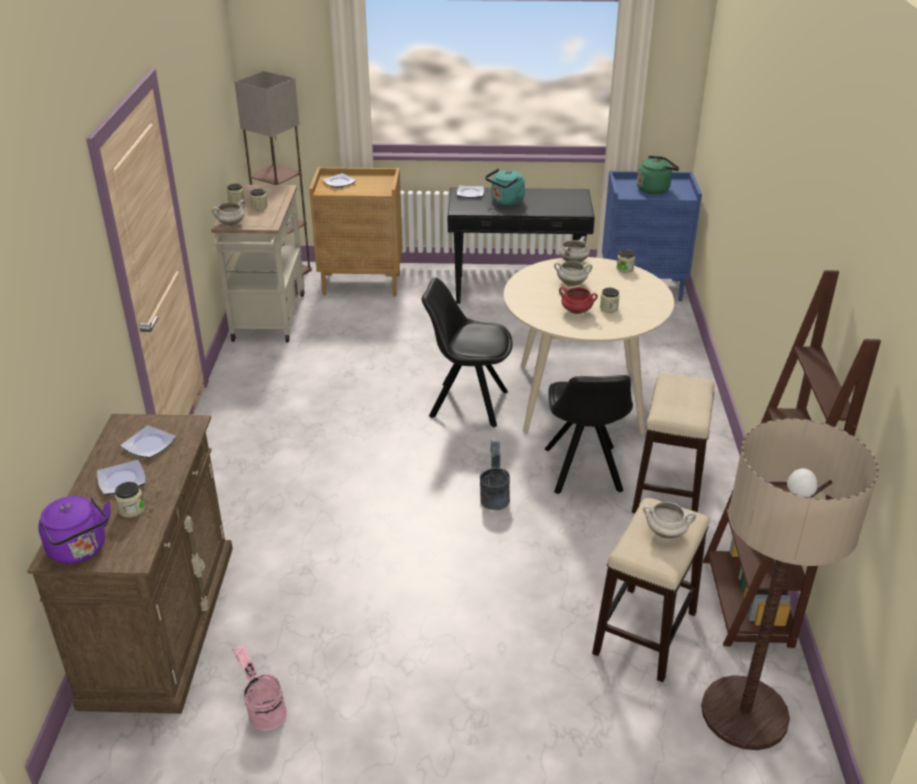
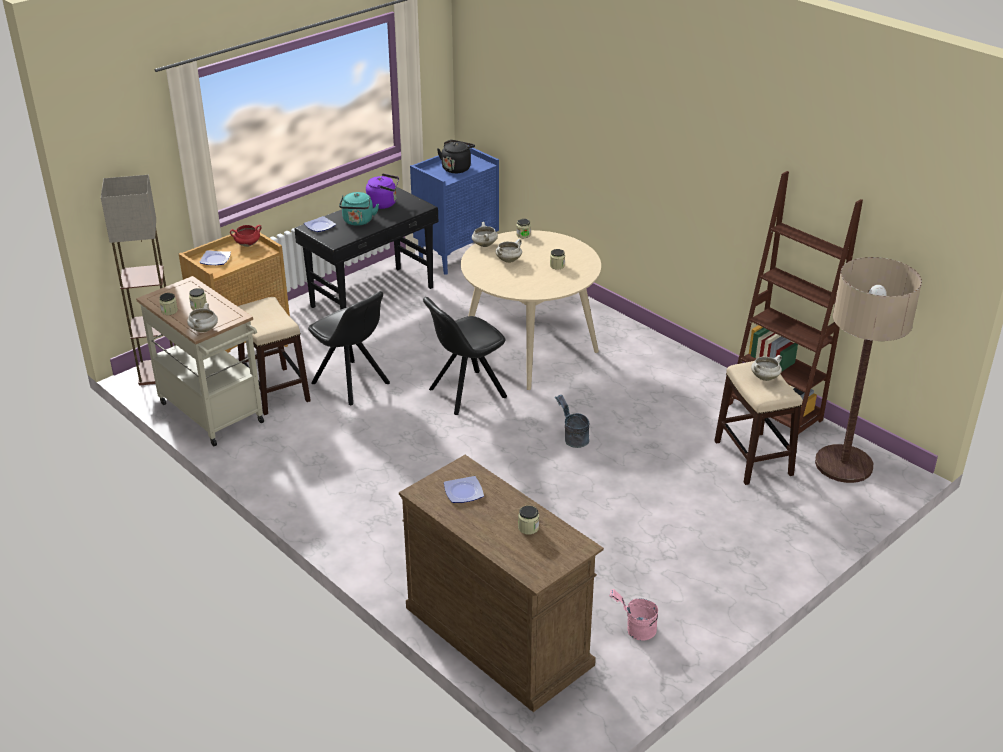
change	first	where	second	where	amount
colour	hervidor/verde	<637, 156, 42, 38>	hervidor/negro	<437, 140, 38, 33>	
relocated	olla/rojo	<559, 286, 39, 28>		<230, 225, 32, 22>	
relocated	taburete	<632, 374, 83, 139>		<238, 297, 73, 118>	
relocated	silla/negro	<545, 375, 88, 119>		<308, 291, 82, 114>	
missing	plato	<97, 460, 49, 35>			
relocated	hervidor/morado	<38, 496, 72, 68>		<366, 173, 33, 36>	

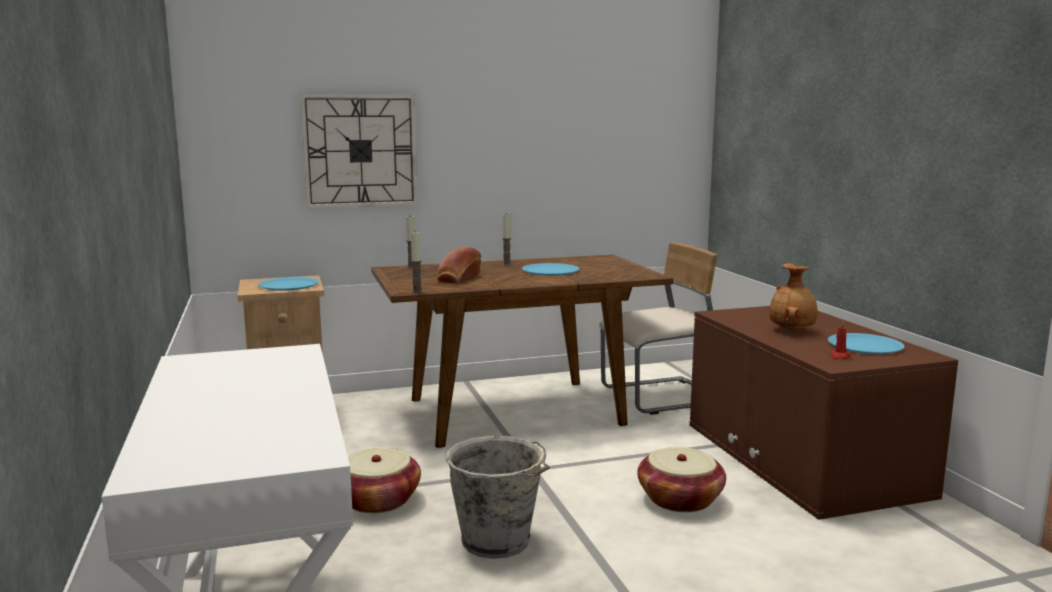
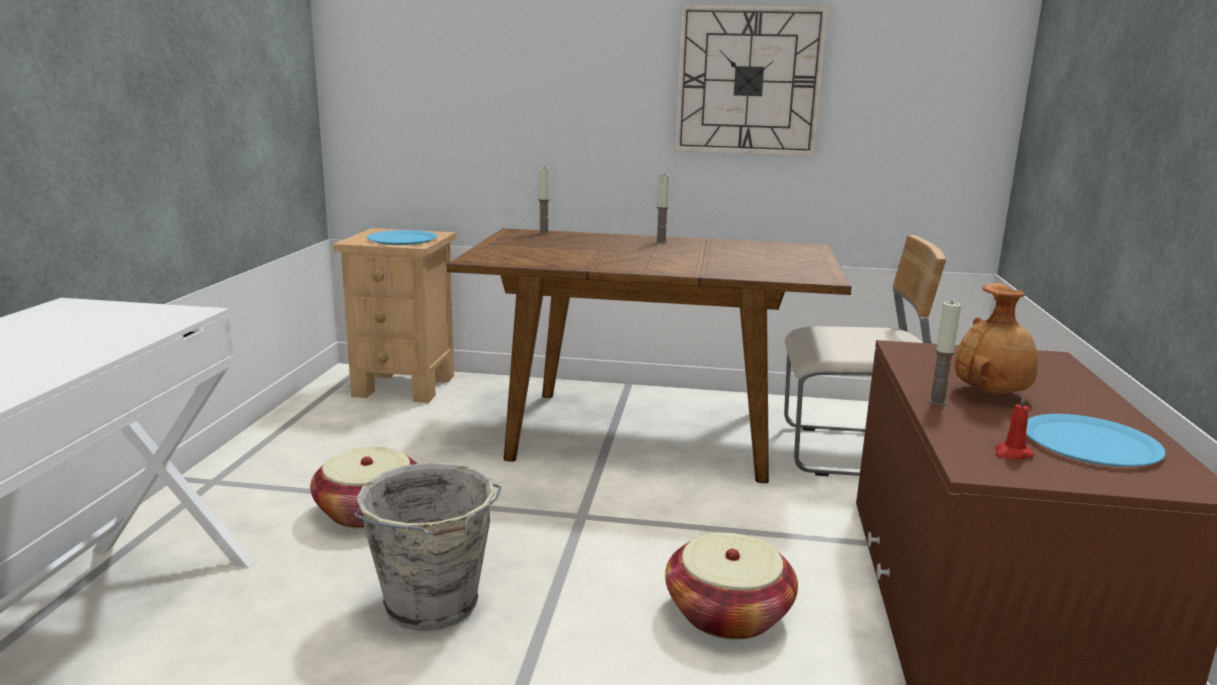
change	first	where	second	where	amount
relocated	reloj de pared	<300, 94, 118, 115>		<674, 4, 155, 152>	
relocated	vela	<411, 231, 11, 62>		<928, 301, 33, 105>	
missing	pan	<437, 246, 44, 38>			
missing	plato/azul	<522, 263, 57, 13>			

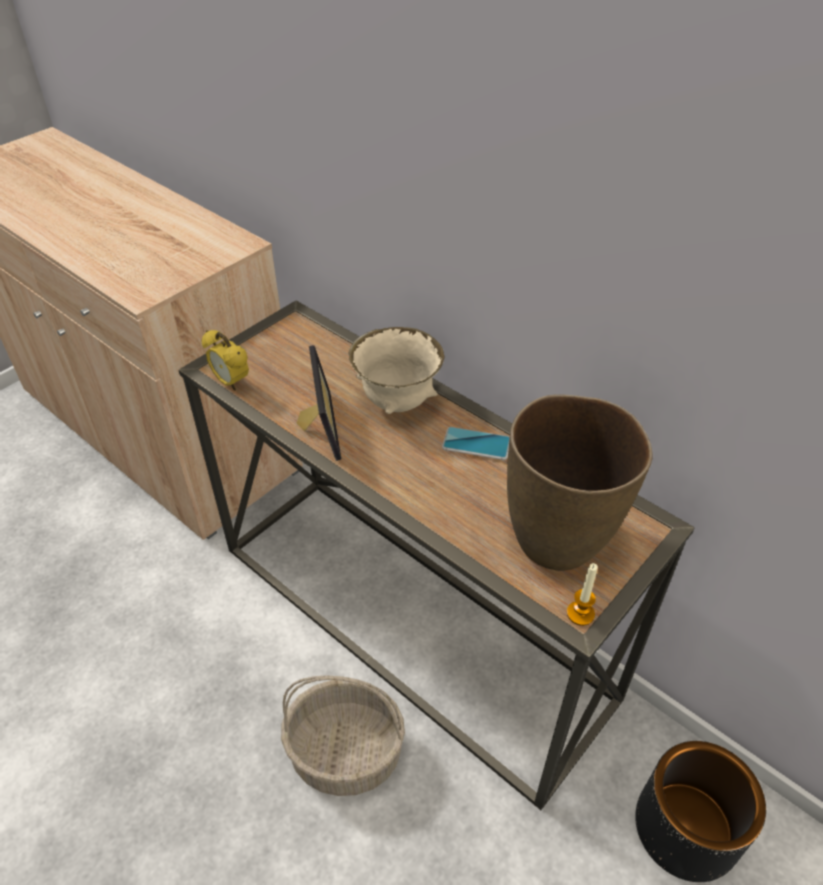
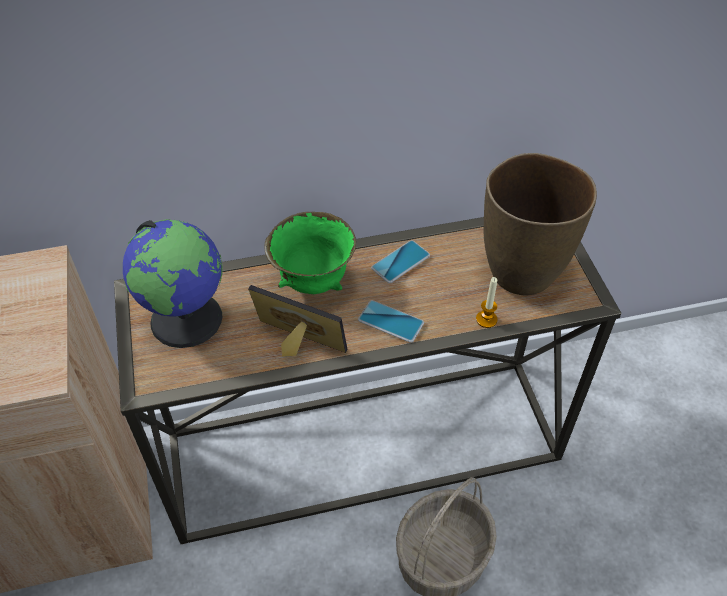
change	first	where	second	where	amount
colour	cuenco/beis	<349, 327, 96, 87>	cuenco/verde	<264, 212, 92, 82>	
missing	despertador	<202, 330, 47, 61>			
relocated	vela	<567, 563, 31, 63>		<476, 277, 21, 51>	
missing	maceta/negro	<635, 741, 131, 141>			
appeared			globo terráqueo	<123, 219, 100, 129>	
appeared			móvil	<358, 300, 66, 43>	

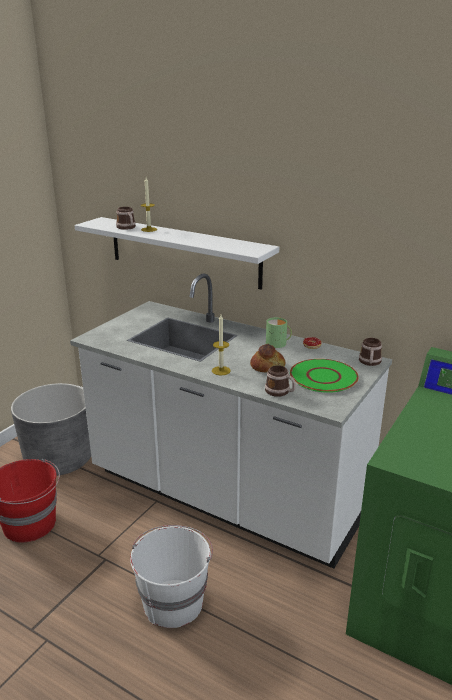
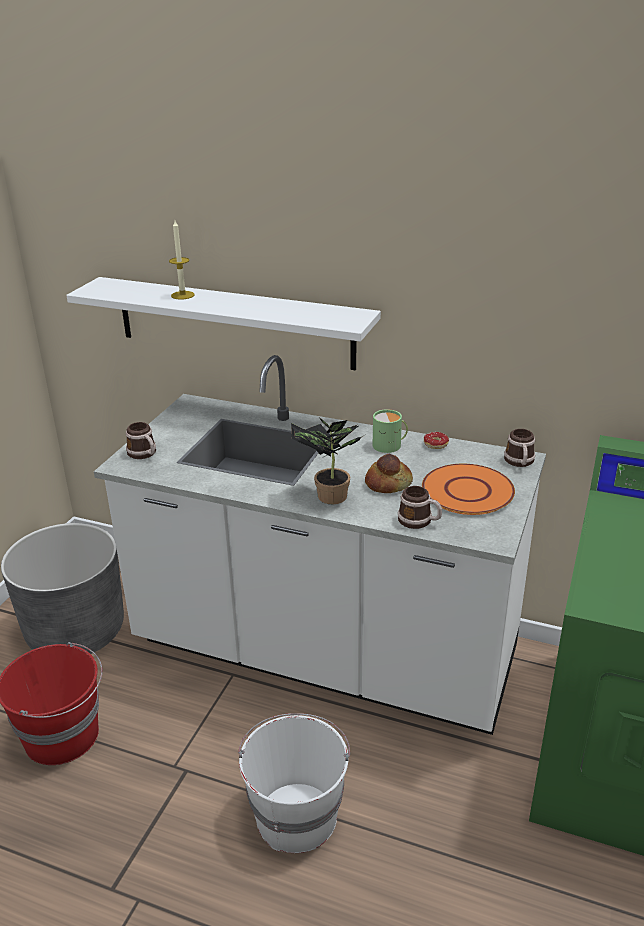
change	first	where	second	where	amount
relocated	taza grande	<116, 207, 20, 23>		<126, 422, 30, 37>	
exchanged	vela	<212, 315, 19, 60>	planta en maceta	<291, 417, 74, 87>	
colour	plato/verde	<290, 359, 69, 34>	plato/naranja	<422, 464, 93, 51>	

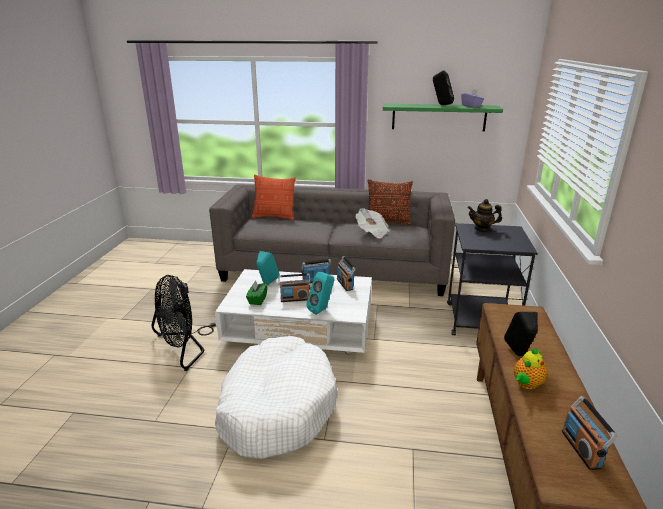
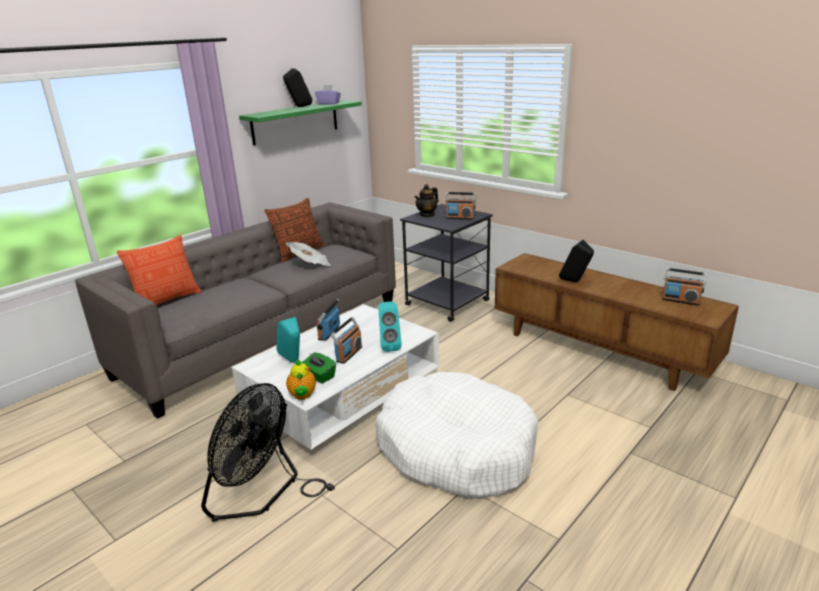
change	first	where	second	where	amount
relocated	radio	<337, 256, 19, 35>		<445, 192, 31, 28>	
spun	ventilador/negro	<151, 275, 66, 96>		<201, 383, 134, 139>	120 degrees clockwise
relocated	tetera	<514, 348, 33, 41>		<286, 360, 30, 40>	

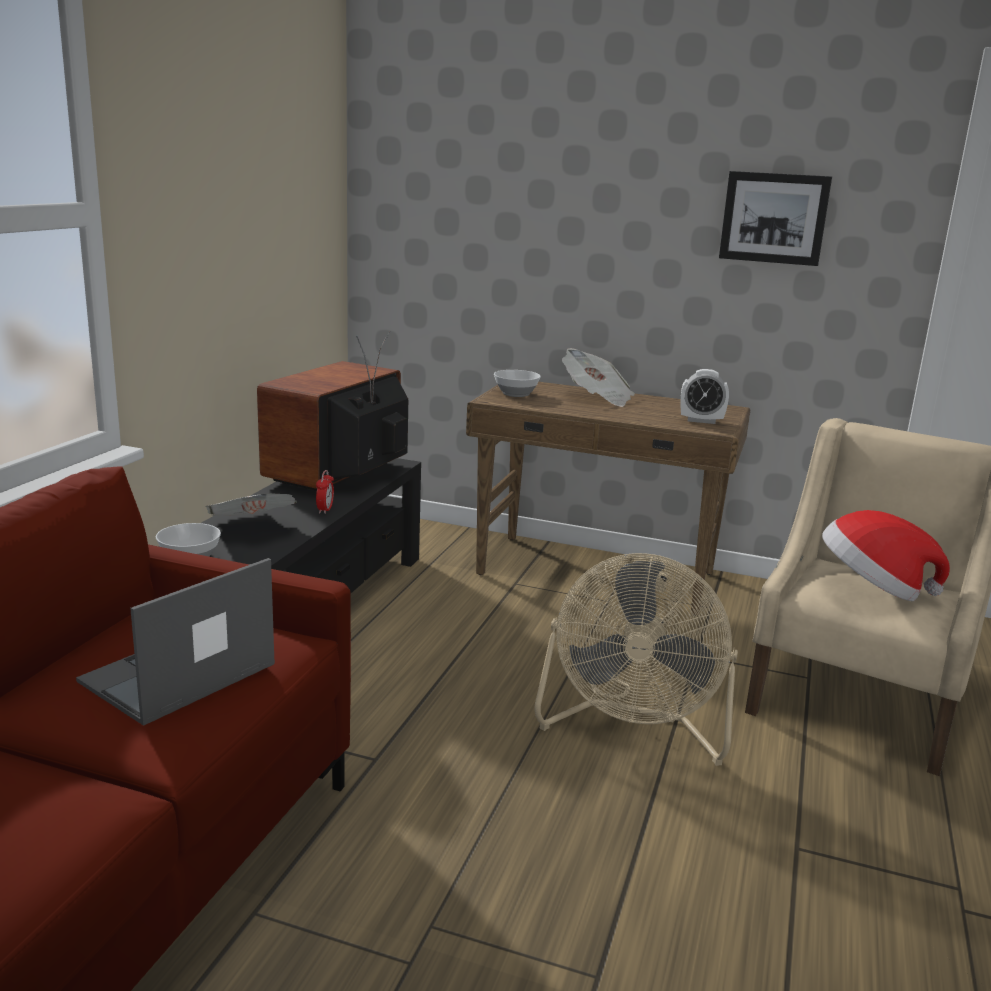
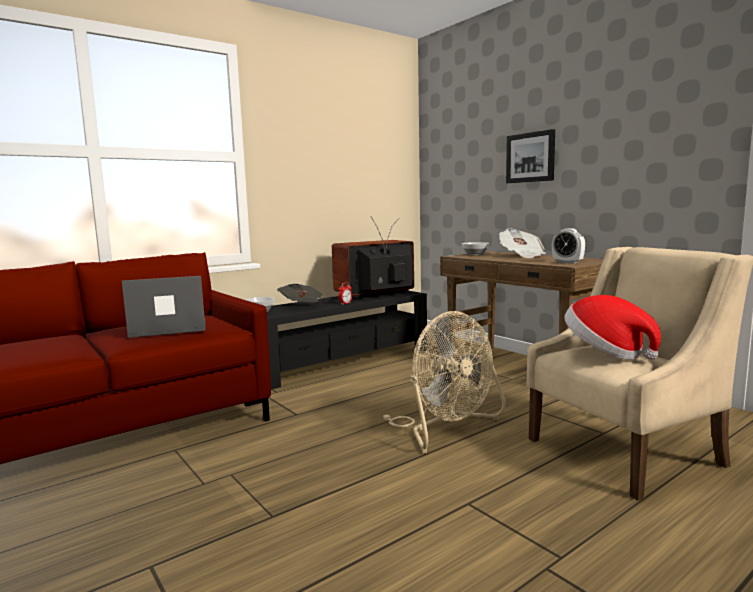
change	first	where	second	where	amount
relocated	cuadro	<719, 171, 113, 95>		<506, 129, 49, 54>	
spun	ventilador/beis	<535, 553, 203, 213>		<383, 311, 123, 142>	90 degrees counterclockwise

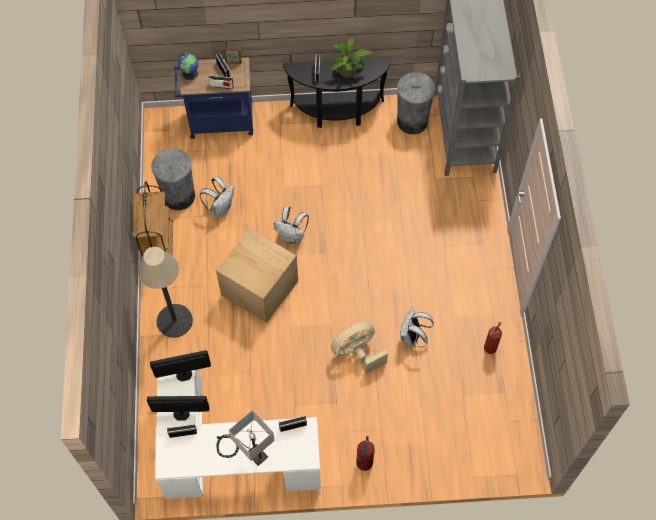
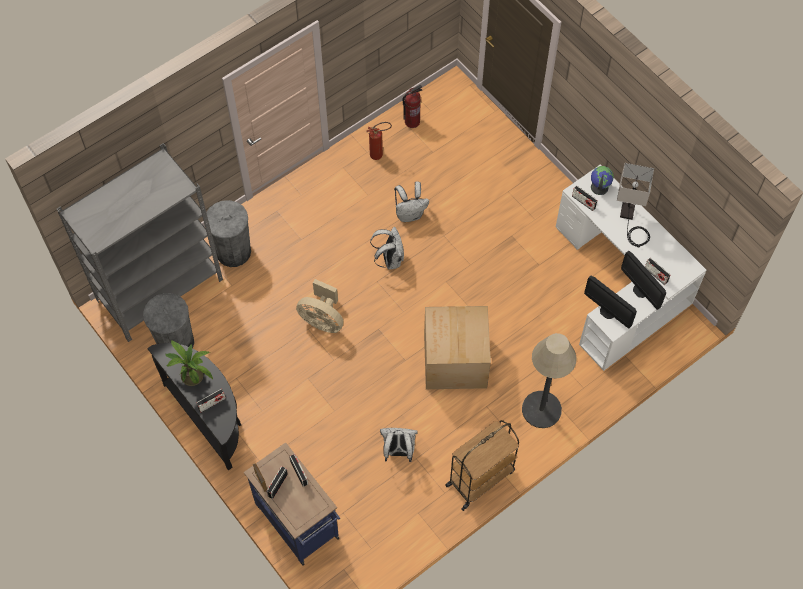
change	first	where	second	where	amount
relocated	globo terráqueo	<178, 53, 21, 27>		<591, 166, 23, 29>	
relocated	papelera/gris	<151, 148, 44, 62>		<206, 200, 45, 67>	
relocated	mochila/blanco	<274, 206, 35, 39>		<370, 227, 34, 42>	
relocated	ventilador/beis	<331, 322, 57, 52>		<296, 279, 48, 54>	
relocated	extintor	<356, 436, 19, 35>		<402, 85, 20, 43>	

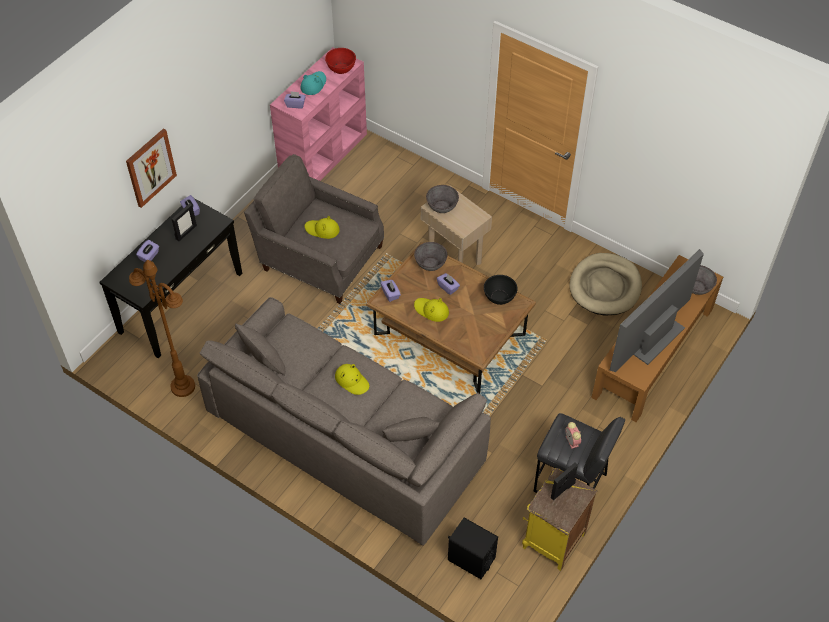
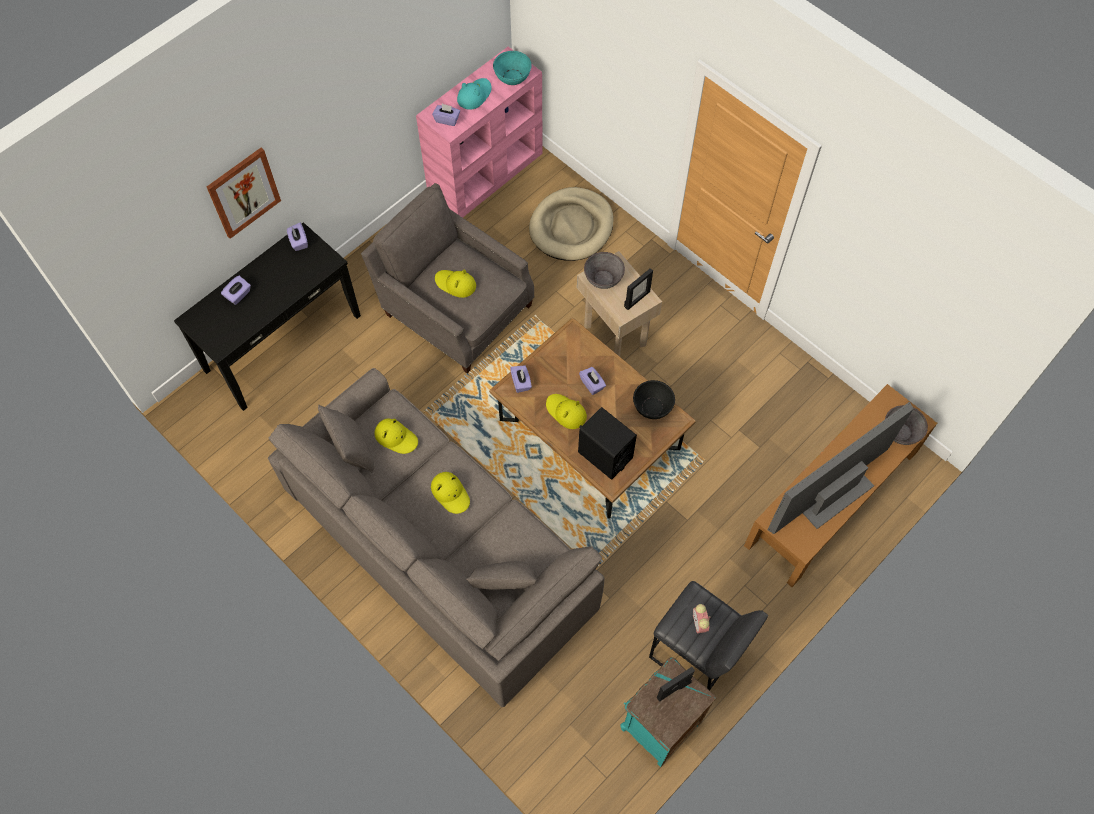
change	first	where	second	where	amount
colour	cuenco/rojo	<325, 48, 31, 26>	cuenco/turquesa	<493, 51, 39, 34>	
relocated	portarretratos	<172, 203, 25, 38>		<624, 268, 29, 42>	
missing	cuenco/gris	<414, 242, 33, 29>			
relocated	cama para perro/beis	<570, 253, 72, 62>		<529, 187, 84, 74>	
missing	lámpara de pie/marrón	<129, 260, 66, 137>			
colour	mesita de noche/amarillo	<522, 468, 75, 103>	mesita de noche/turquesa	<620, 657, 97, 110>	
relocated	altavoz/negro	<448, 518, 50, 61>		<578, 407, 59, 73>	
appeared			sombrero/amarillo	<374, 418, 44, 36>	

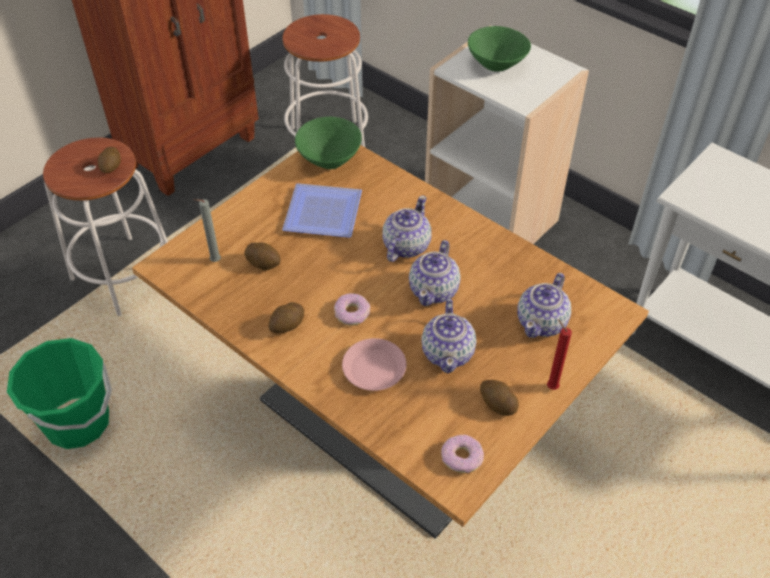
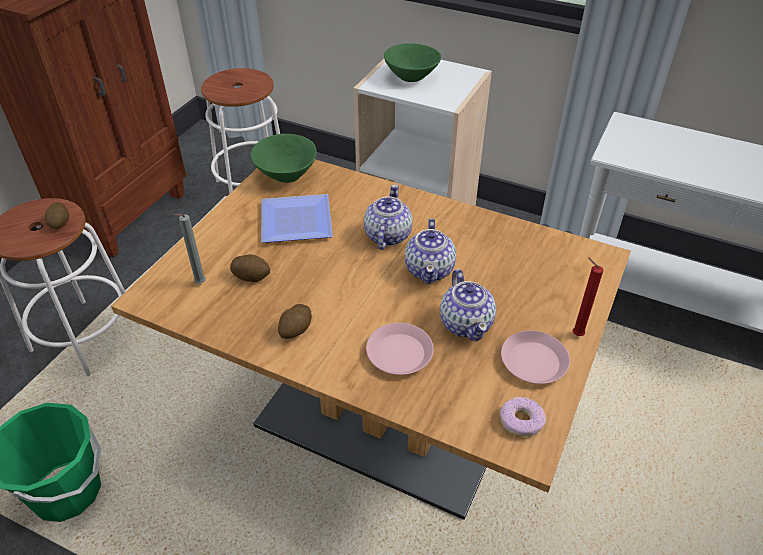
change	first	where	second	where	amount
missing	tetera	<517, 273, 54, 65>			
missing	rosquilla	<334, 293, 36, 33>			
exchanged	patata	<480, 380, 39, 36>	plato/rosa	<501, 331, 69, 53>	

